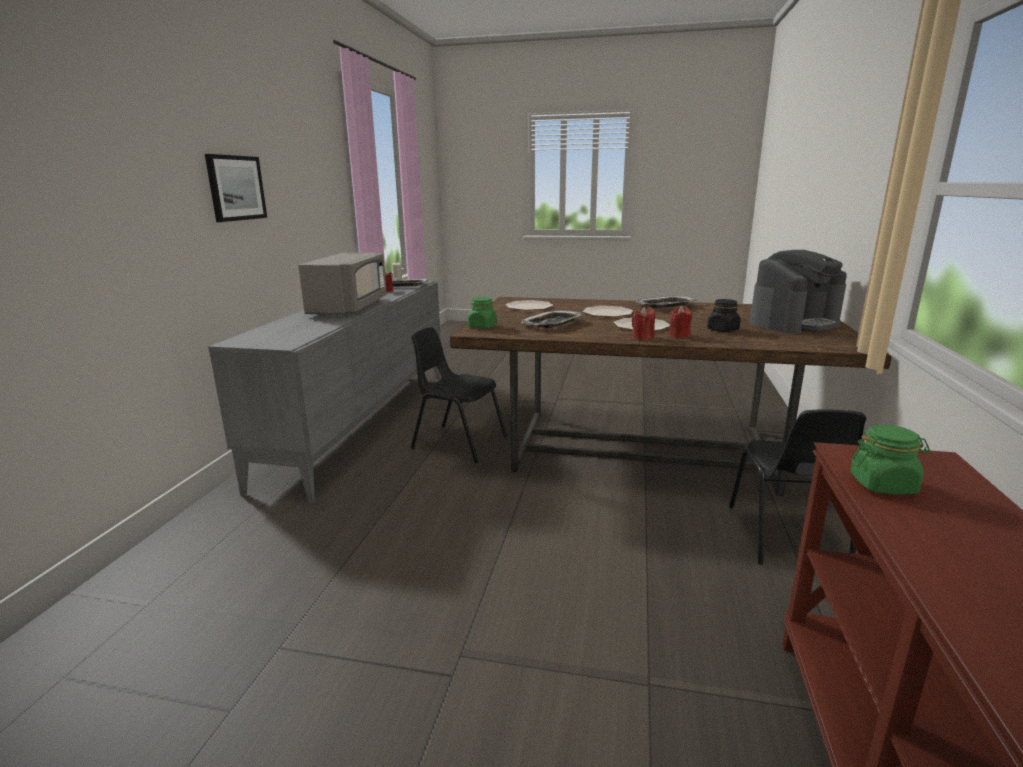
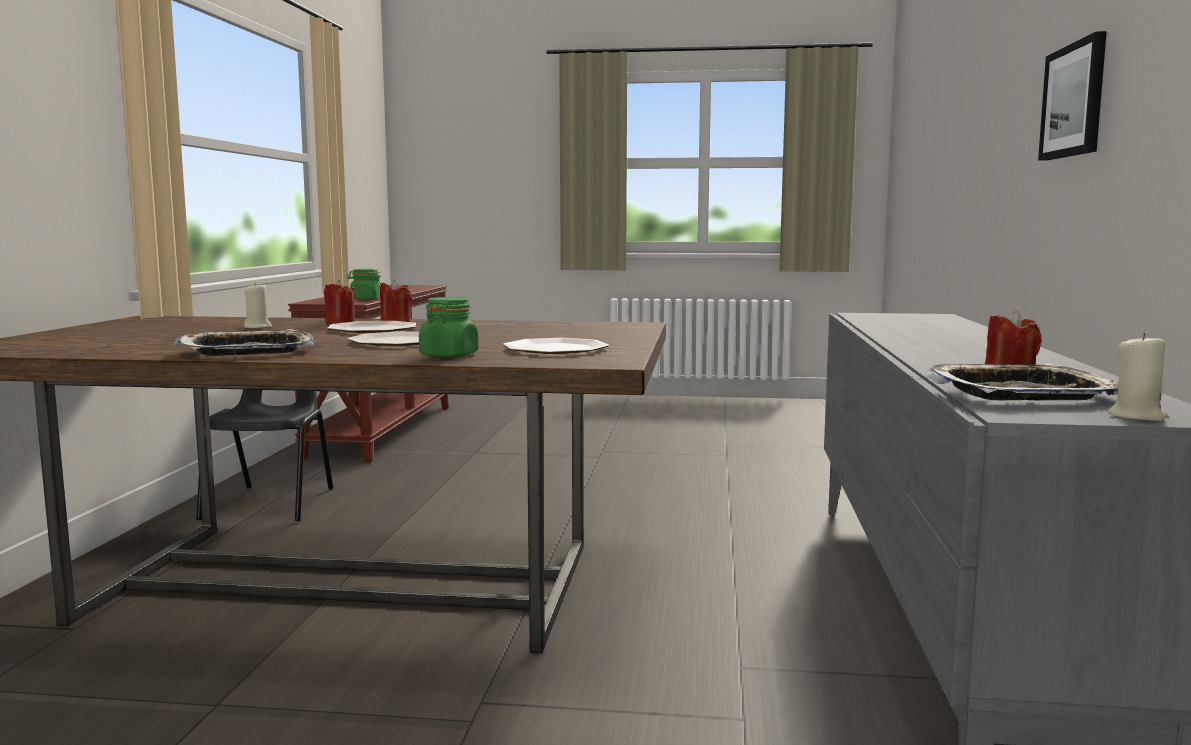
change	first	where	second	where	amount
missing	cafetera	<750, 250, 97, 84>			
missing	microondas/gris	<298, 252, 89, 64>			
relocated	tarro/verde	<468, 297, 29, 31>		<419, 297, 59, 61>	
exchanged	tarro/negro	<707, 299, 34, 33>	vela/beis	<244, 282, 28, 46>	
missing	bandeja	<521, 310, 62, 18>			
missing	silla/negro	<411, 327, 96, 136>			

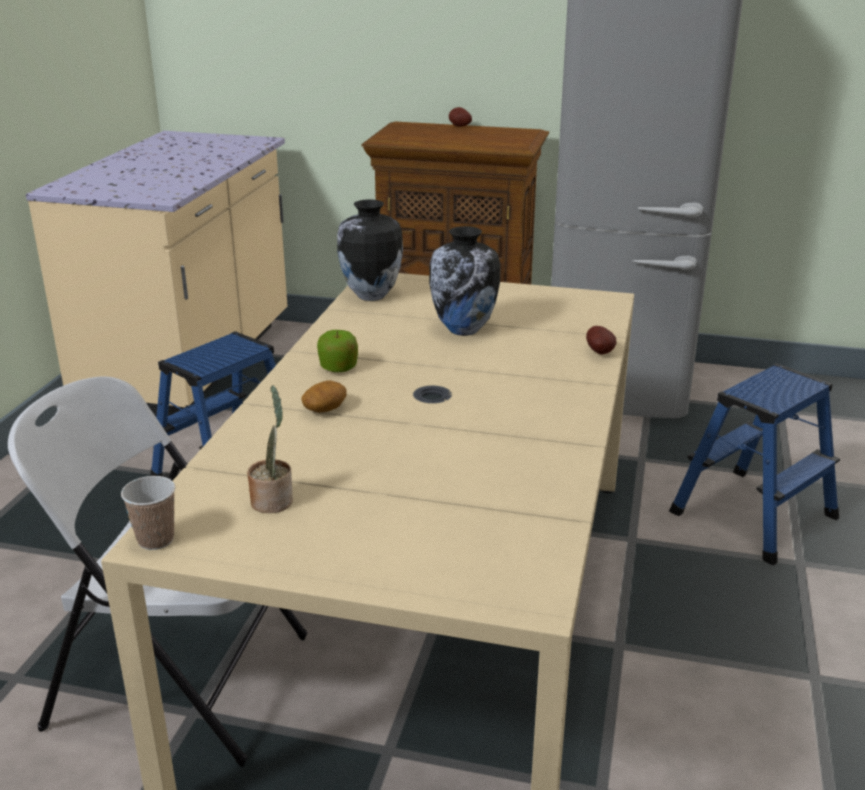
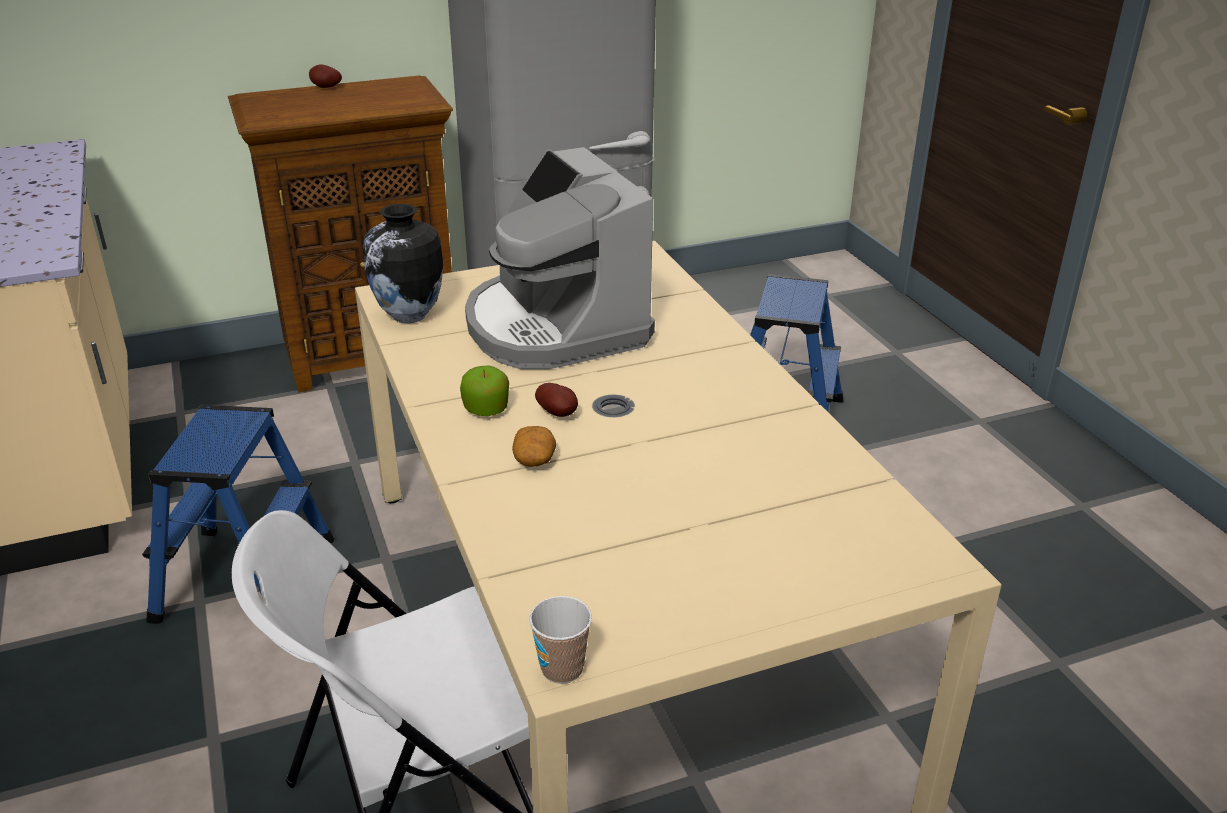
change	first	where	second	where	amount
exchanged	florero	<429, 226, 71, 110>	cafetera	<465, 147, 190, 222>	
relocated	patata	<586, 326, 31, 29>		<535, 383, 43, 34>	
missing	planta en maceta	<247, 385, 46, 128>			

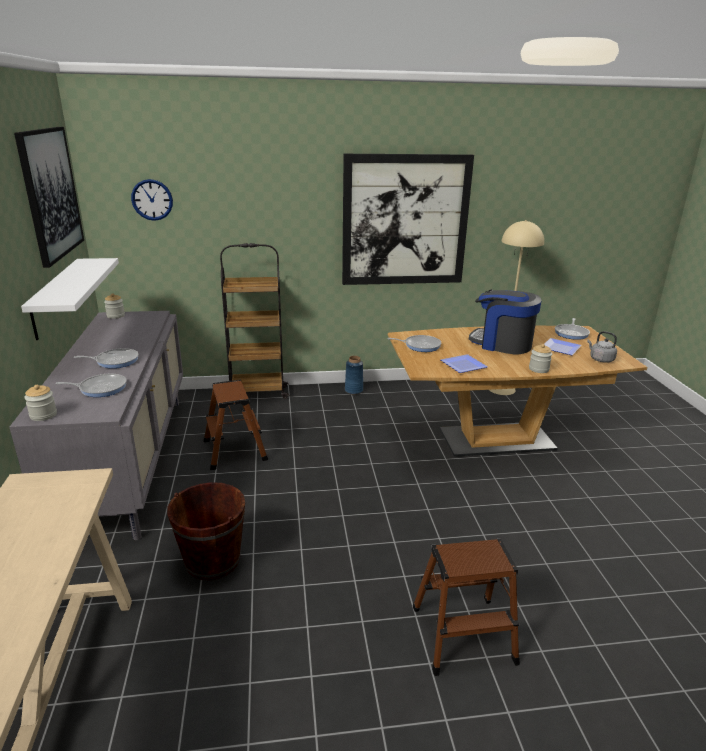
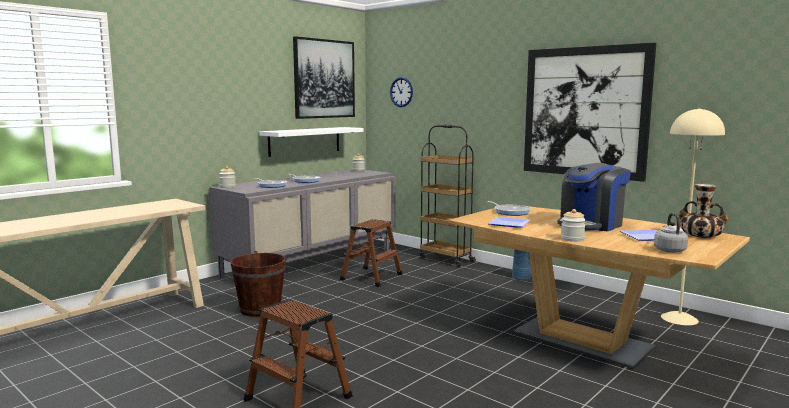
change	first	where	second	where	amount
spun	cafetera	<469, 290, 73, 64>		<557, 163, 74, 68>	120 degrees counterclockwise
exchanged	sartén	<555, 318, 35, 22>	florero	<678, 183, 51, 55>	

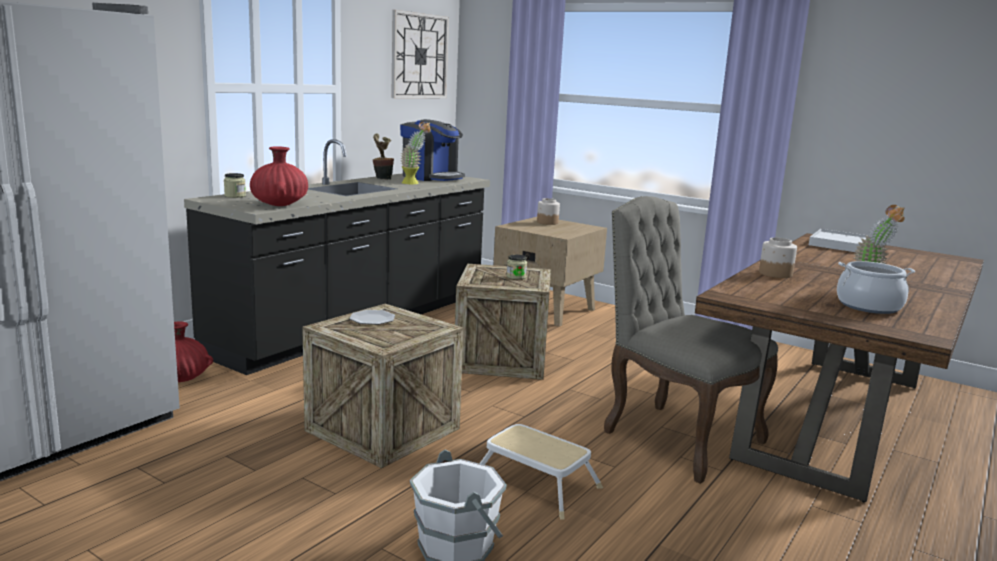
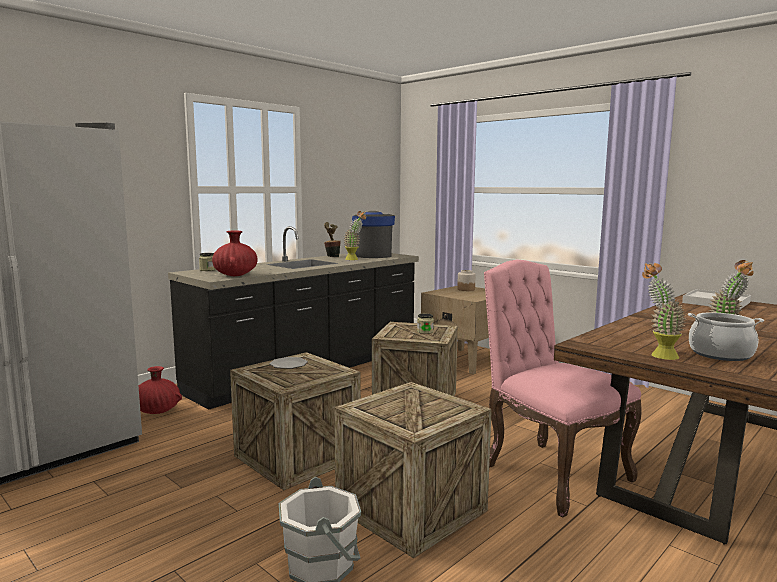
change	first	where	second	where	amount
missing	reloj de pared	<391, 10, 58, 88>			
spun	cafetera	<400, 119, 65, 62>		<352, 211, 43, 47>	150 degrees counterclockwise
colour	silla/gris	<604, 196, 174, 288>	silla/rosa	<484, 260, 158, 257>	
missing	tarro	<759, 237, 38, 41>			
exchanged	escalera de tijera/beis	<479, 424, 124, 96>	caja de embalaje	<334, 382, 158, 176>	
appeared			planta en maceta	<642, 263, 44, 97>	

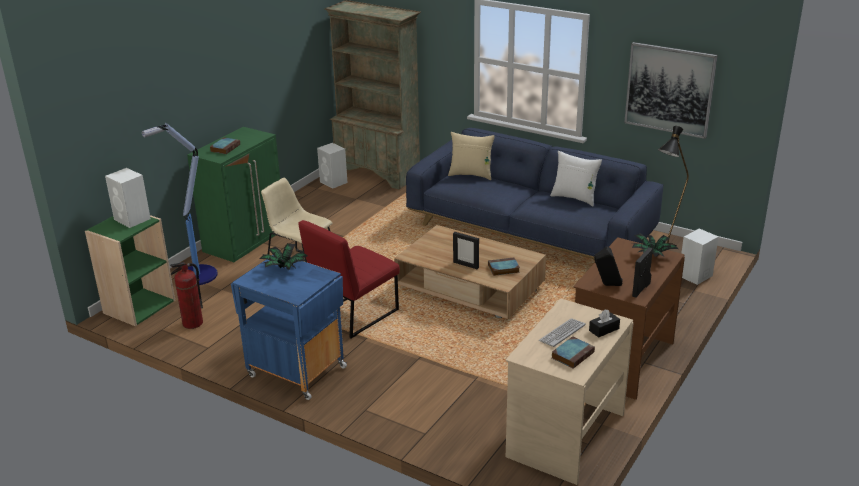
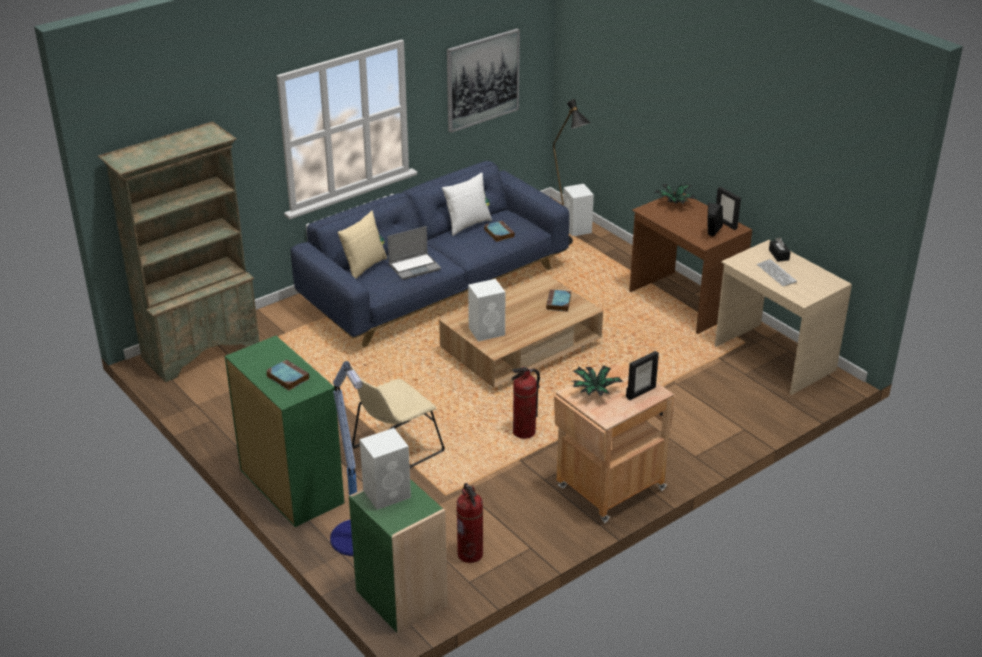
change	first	where	second	where	amount
relocated	altavoz/blanco	<317, 143, 30, 46>		<468, 279, 37, 62>	
exchanged	silla/rojo	<299, 220, 101, 118>	extintor	<511, 367, 29, 72>	
relocated	portarretratos	<453, 232, 26, 37>		<626, 351, 33, 49>	
colour	carrito/azul	<231, 255, 116, 145>	carrito/marrón	<554, 360, 122, 163>	
relocated	libro	<552, 336, 43, 33>		<484, 221, 31, 21>	
appeared			portátil	<388, 226, 53, 54>	

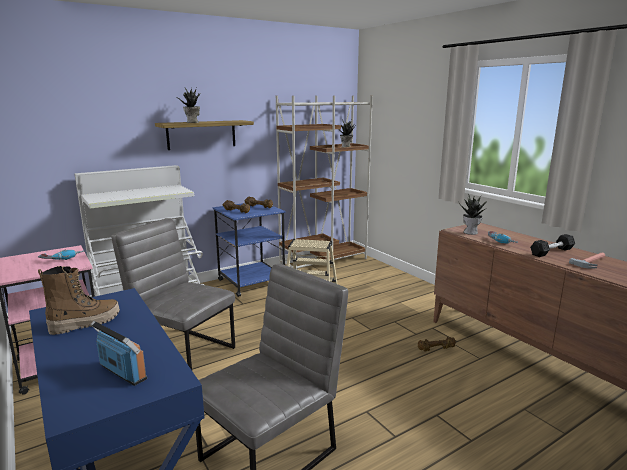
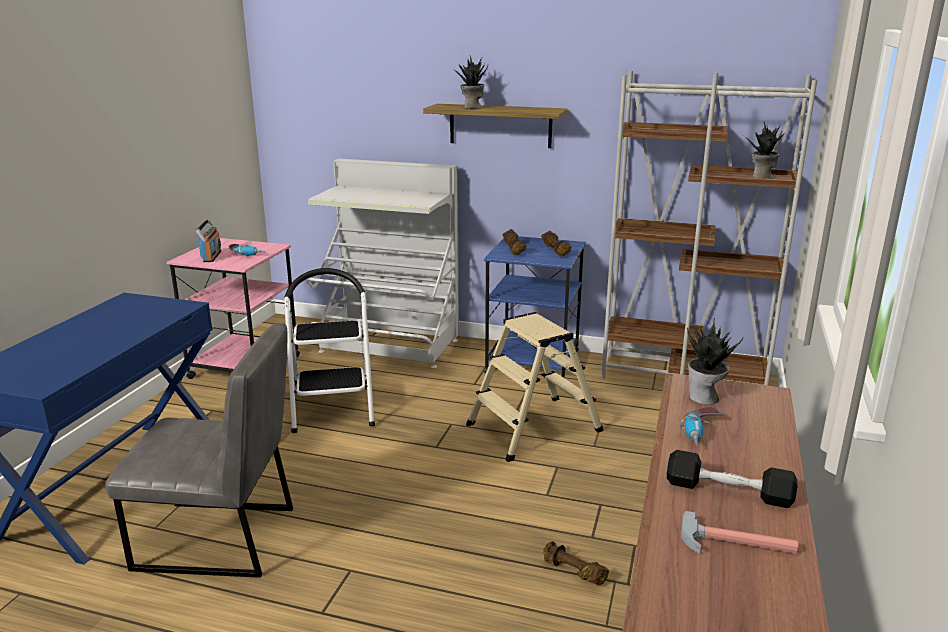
change	first	where	second	where	amount
exchanged	silla/gris	<111, 218, 124, 152>	escalera de tijera	<284, 268, 91, 165>	
missing	bota	<38, 266, 82, 69>			
relocated	radio	<90, 321, 57, 65>		<196, 219, 25, 43>	

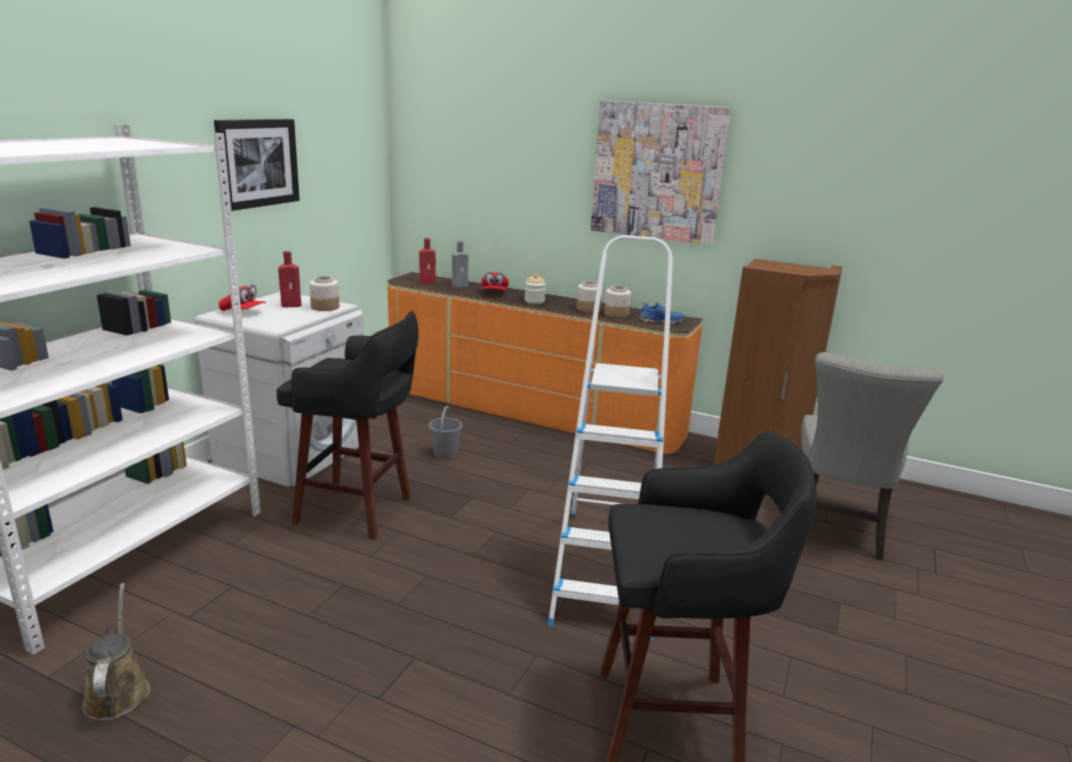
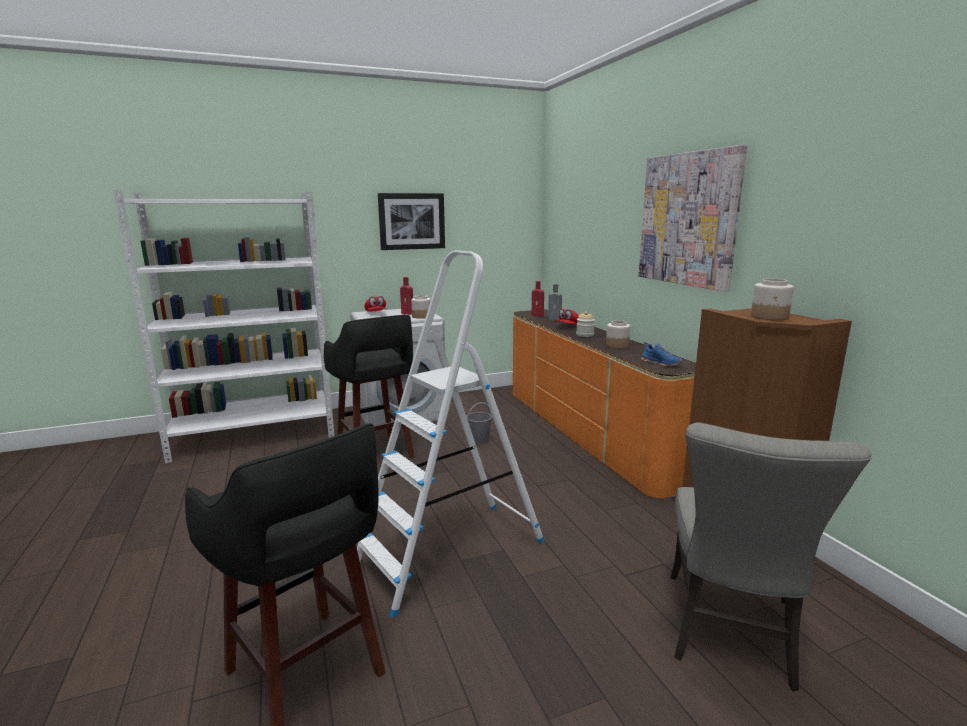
change	first	where	second	where	amount
relocated	tarro	<604, 285, 27, 33>		<751, 279, 43, 42>	
spun	silla/gris	<801, 352, 143, 208>		<670, 422, 201, 269>	45 degrees counterclockwise
missing	regadera/marrón	<82, 583, 68, 137>			

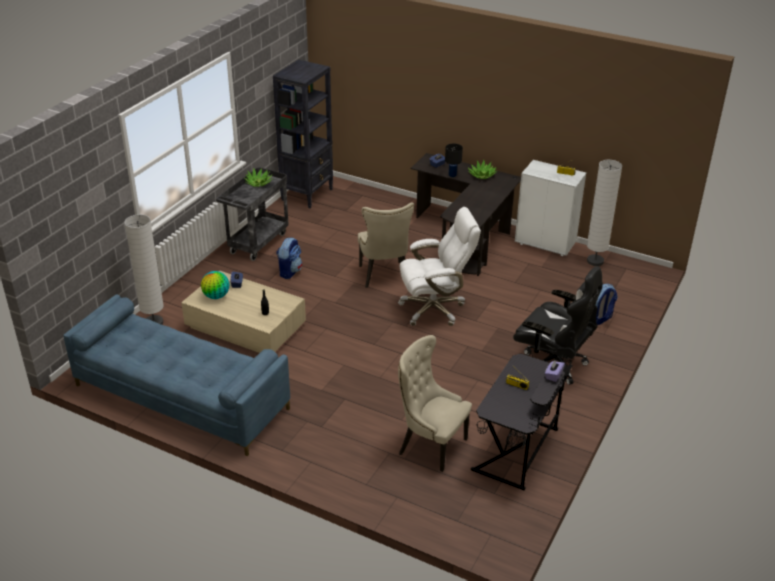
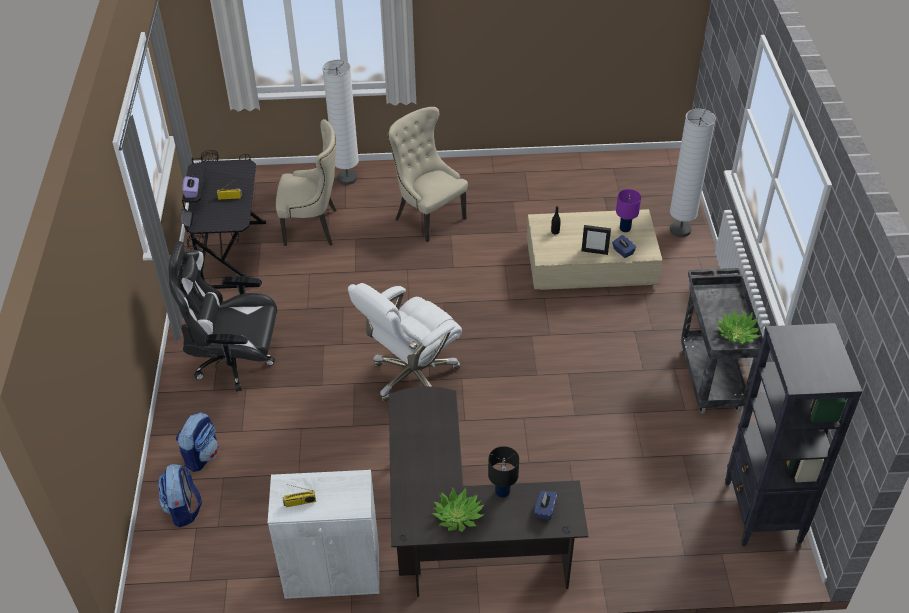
change	first	where	second	where	amount
relocated	lámpara de pie/blanco	<587, 160, 35, 106>		<322, 60, 37, 125>	
relocated	silla/beis	<358, 203, 56, 85>		<388, 107, 80, 135>	
relocated	mochila	<277, 237, 25, 42>		<158, 464, 44, 63>	
exchanged	globo terráqueo	<201, 271, 28, 28>	lámpara de mesa/morado	<616, 189, 25, 43>	
missing	sofá/azul	<63, 294, 227, 162>			
appeared			portarretratos	<582, 225, 29, 30>	

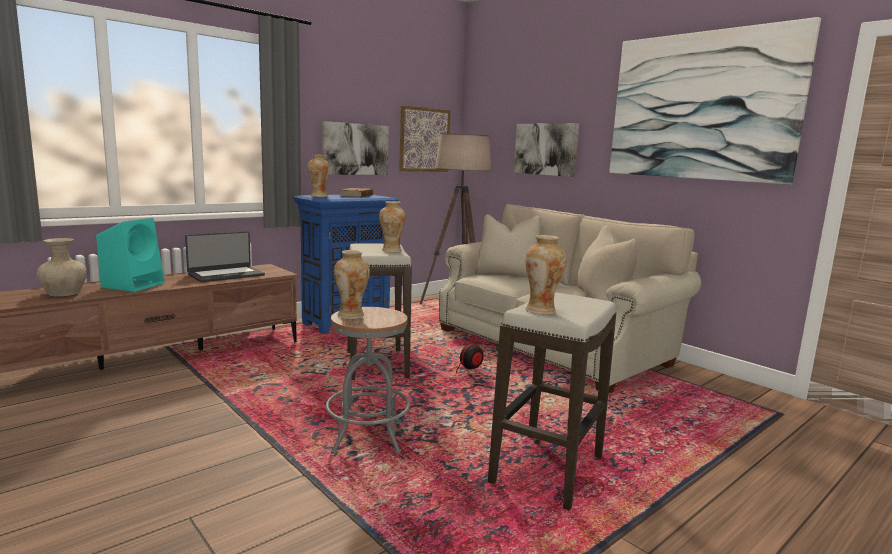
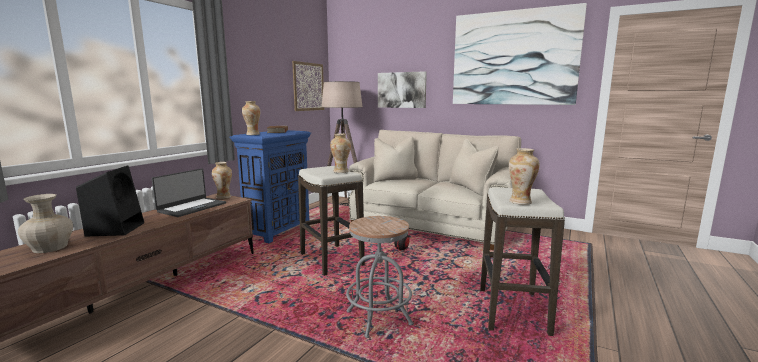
change	first	where	second	where	amount
missing	cuadro	<322, 121, 67, 54>			
colour	altavoz/turquesa	<96, 218, 69, 74>	altavoz/negro	<76, 165, 68, 72>	
relocated	florero	<334, 250, 36, 69>		<212, 162, 20, 37>	

